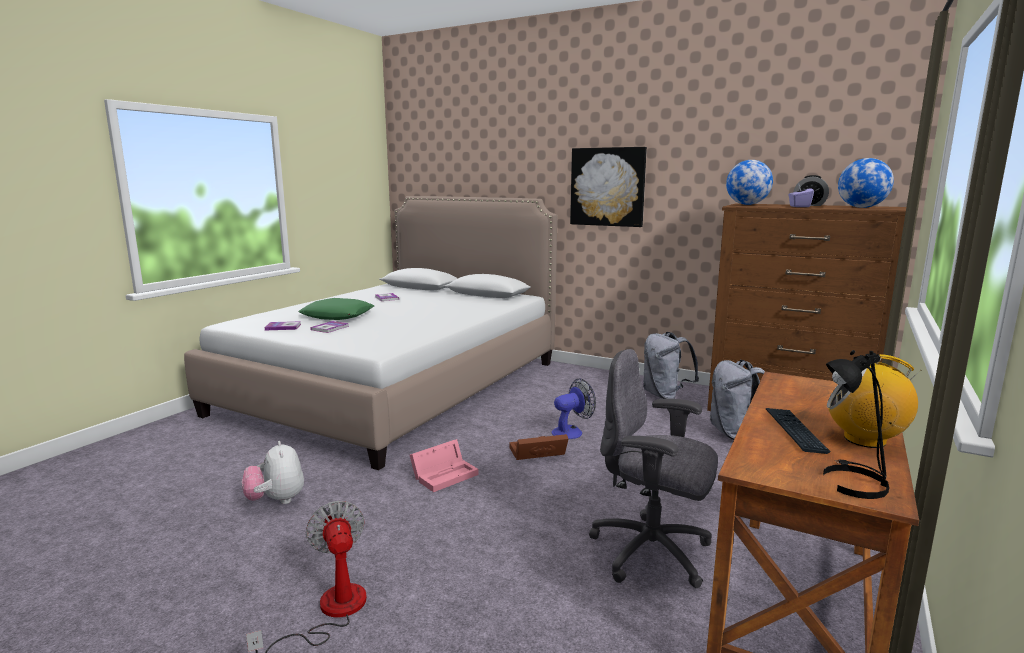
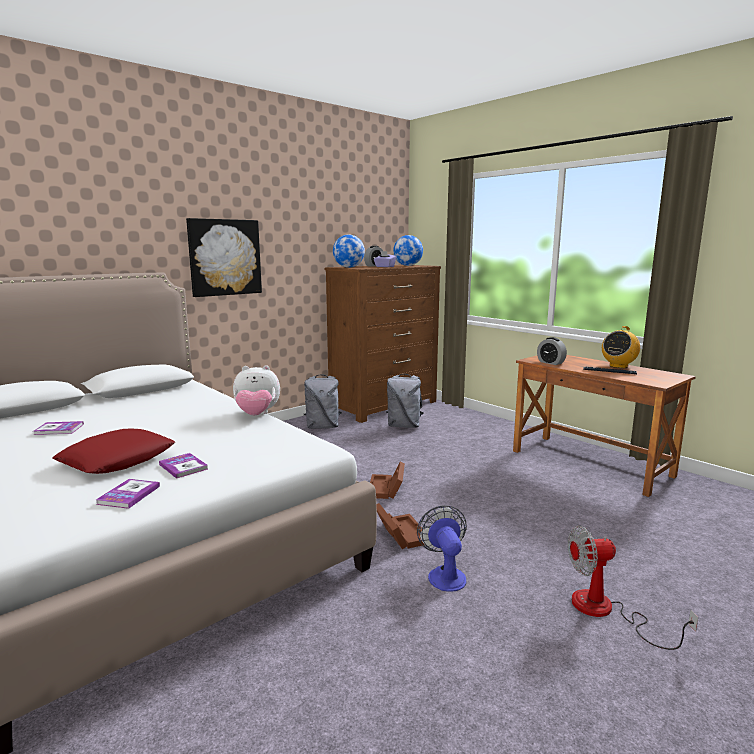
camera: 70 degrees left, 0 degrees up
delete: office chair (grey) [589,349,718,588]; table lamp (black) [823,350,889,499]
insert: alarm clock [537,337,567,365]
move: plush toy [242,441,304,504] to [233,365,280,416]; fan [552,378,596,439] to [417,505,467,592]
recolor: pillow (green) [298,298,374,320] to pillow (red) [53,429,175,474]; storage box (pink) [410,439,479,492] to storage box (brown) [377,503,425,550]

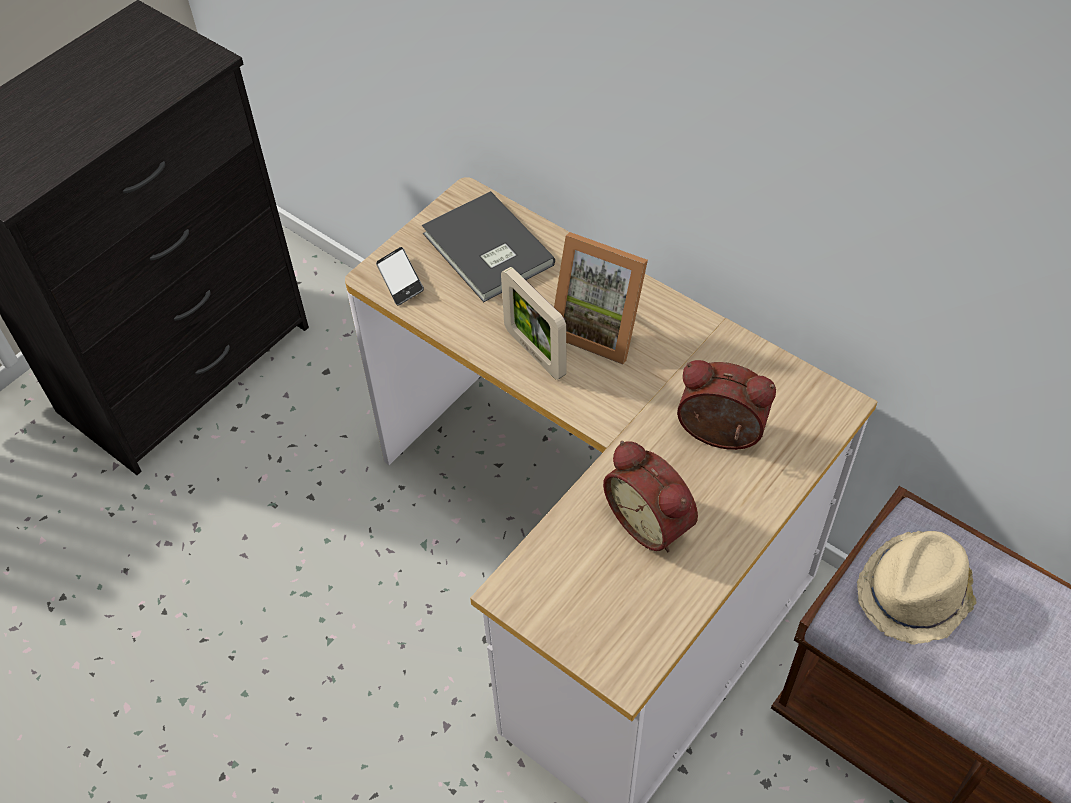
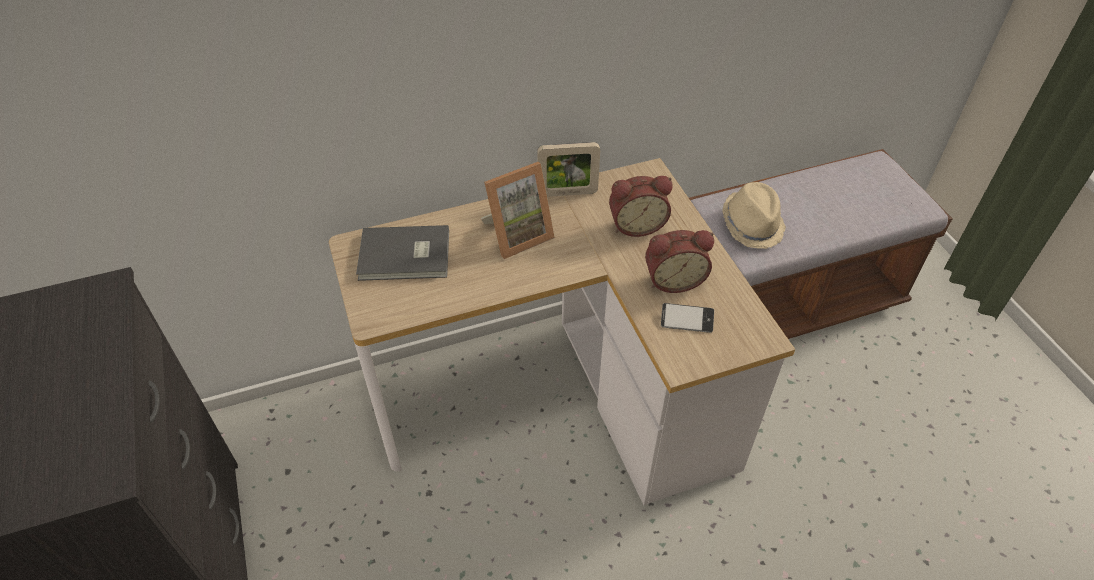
camera: 60 degrees left, 5 degrees down
move: picture frame [501,267,566,380] to [537,142,600,197]; phone [376,247,424,305] to [661,303,714,333]
rotate: alarm clock [677,360,776,450] = [609,176,673,237] 150 degrees counterclockwise

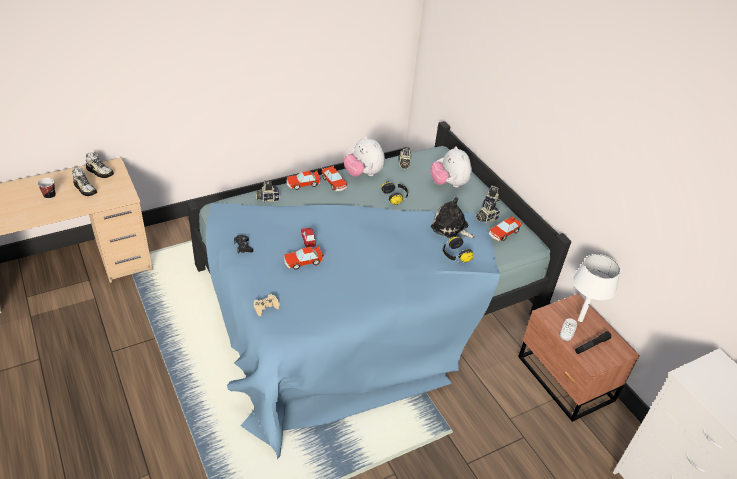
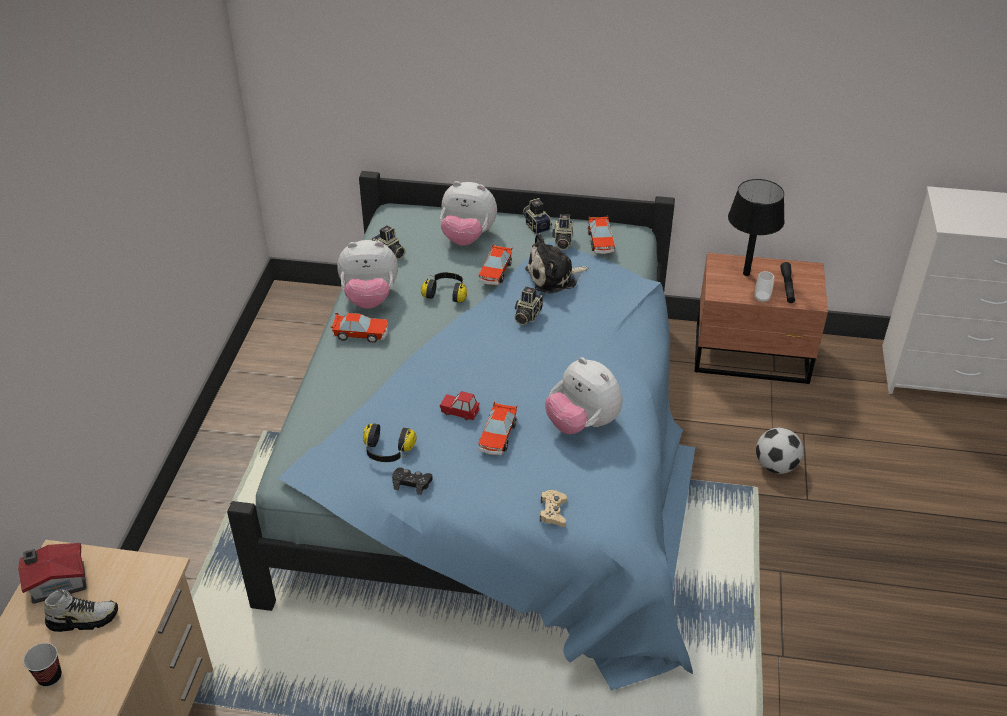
camera: 50 degrees left, 0 degrees up
insert: plush toy [545,357,622,434]; football [756,428,803,474]
move: headphones [443,236,474,263] to [363,424,417,462]; toy car [287,170,321,190] to [479,244,512,285]; photo camera [256,180,279,202] to [514,286,543,325]
replace: shoe [86,152,114,178] to toy house [18,543,87,604]
recolor: table lamp (white) [573,254,620,322] to table lamp (black) [728,179,785,276]

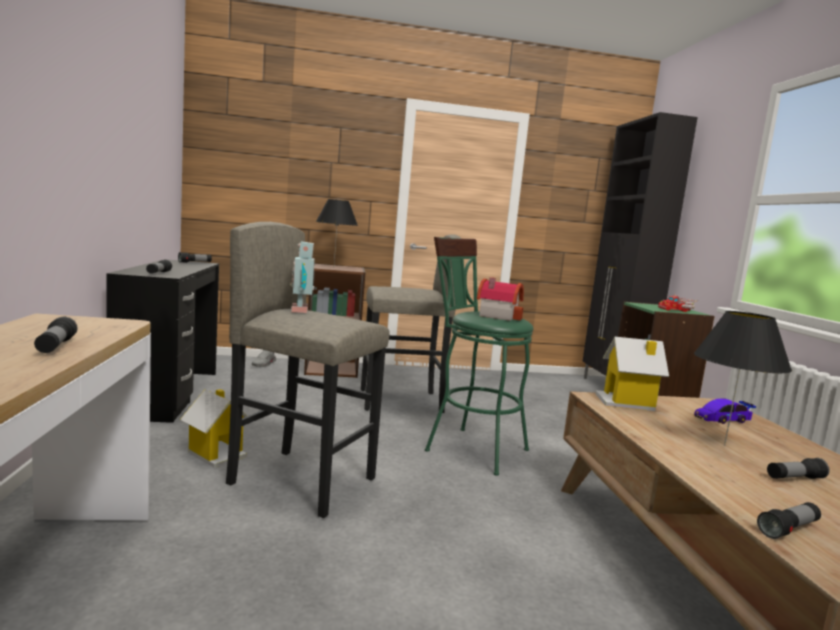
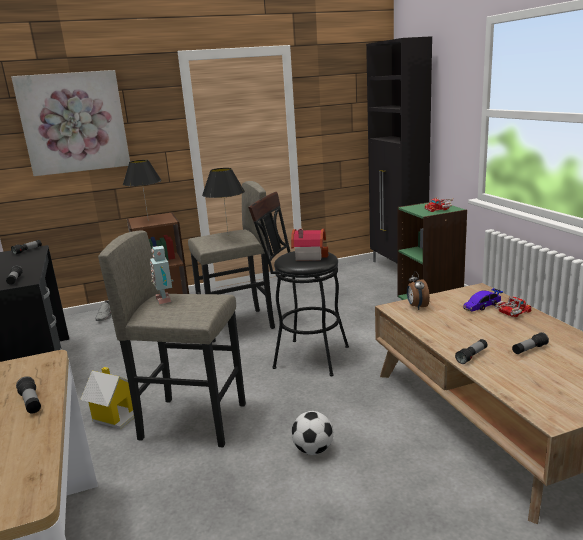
camera: 10 degrees left, 10 degrees up
insert: picture [11,70,130,176]; football [291,411,333,455]; toy truck [494,296,531,317]
move: table lamp (black) [694,311,792,446] to [202,168,245,232]; flashlight [757,502,821,539] to [455,339,488,364]
replace: toy house [595,337,669,411] to alarm clock [407,271,430,310]
recolor: stool (green) [425,237,533,476] to stool (black) [248,192,349,376]

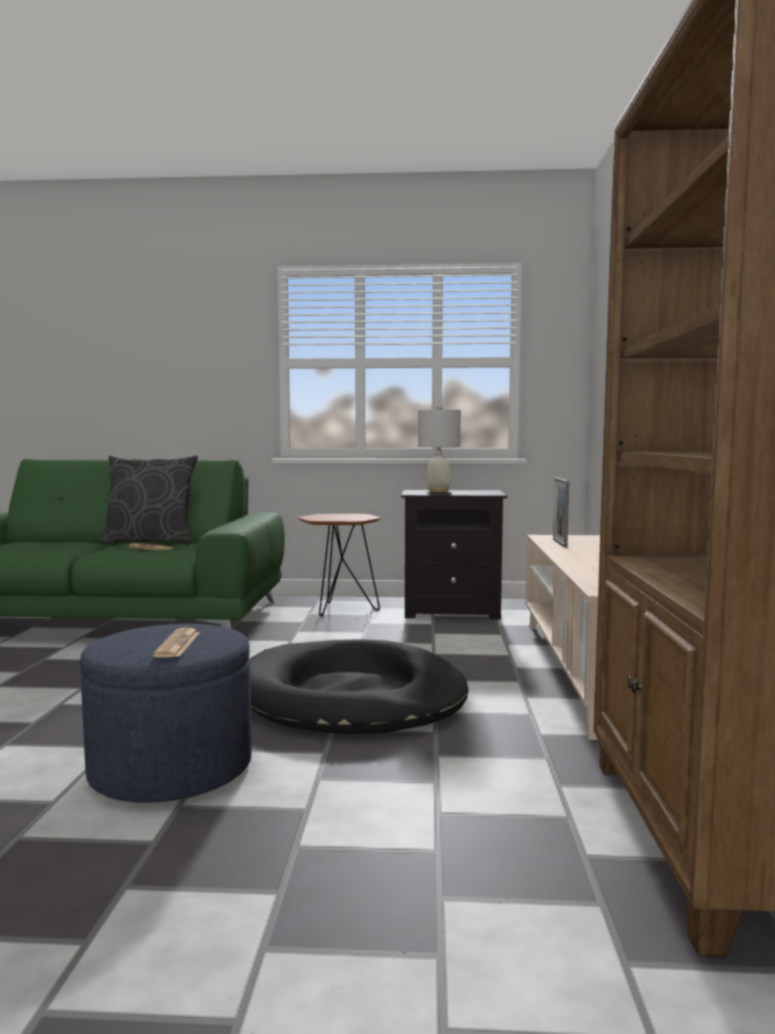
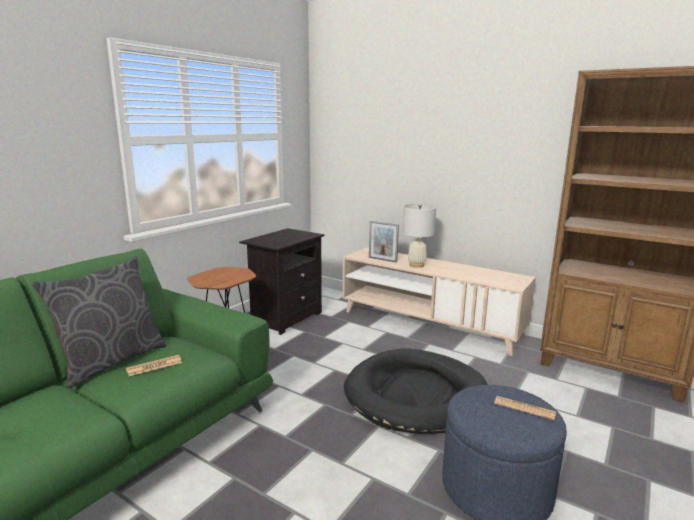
camera: 60 degrees left, 10 degrees up
move: table lamp (white) [418,406,461,492] to [403,204,436,268]

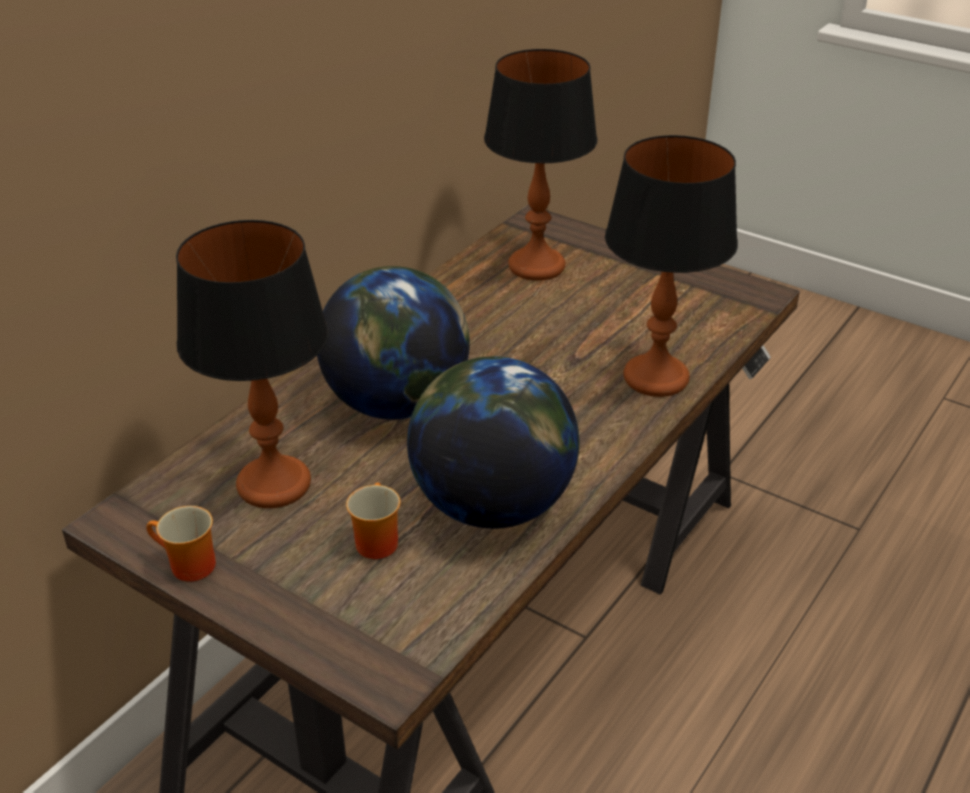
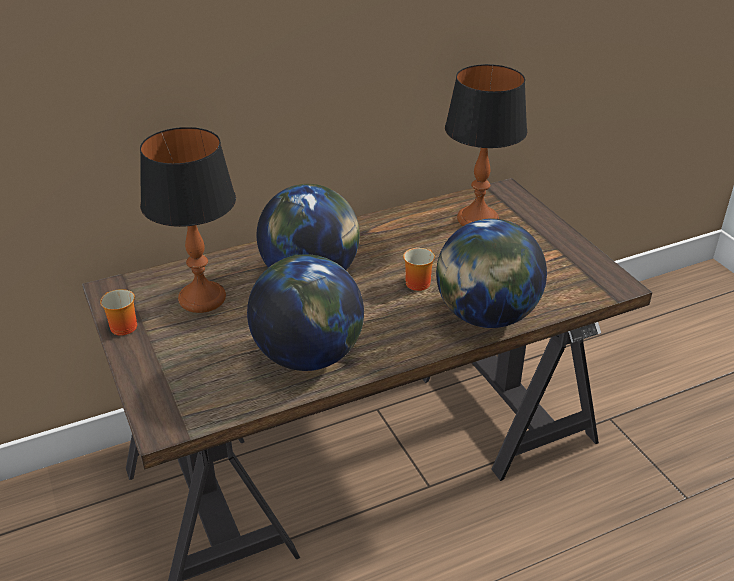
camera: 30 degrees right, 0 degrees up
move: mug [346,483,400,559] to [403,248,435,291]
replace: table lamp [605,135,738,397] to globe [436,219,547,328]

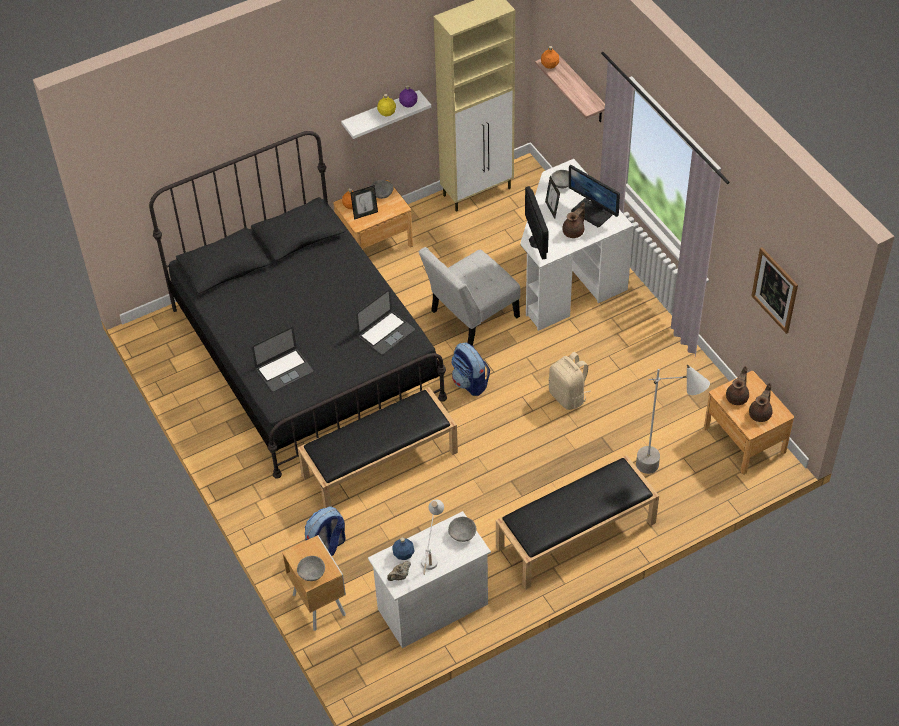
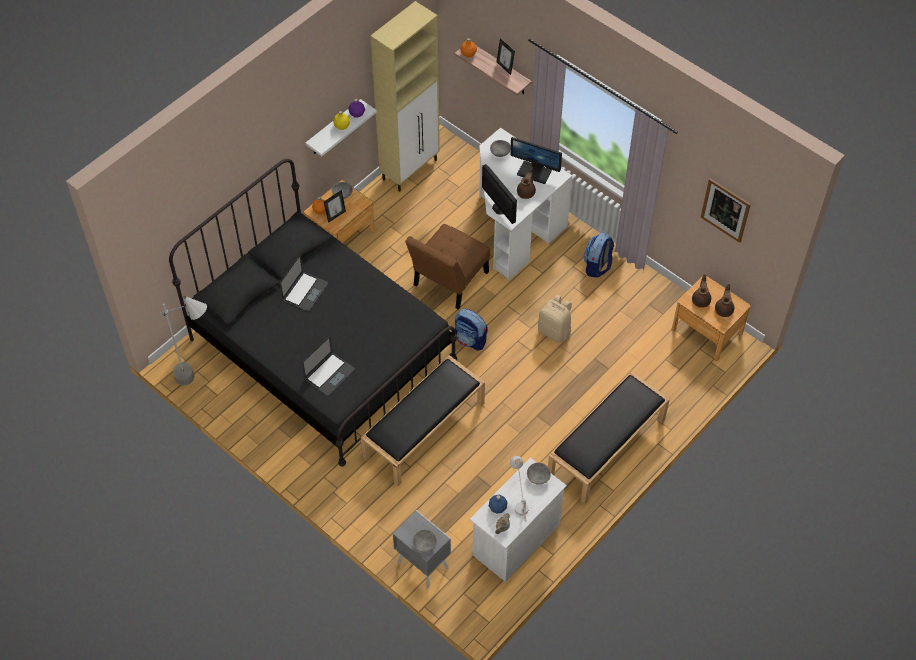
camera: 20 degrees left, 5 degrees up
move: floor lamp (grey) [636,364,710,474] to [160,296,207,385]; laptop [356,289,415,354] to [280,255,328,311]; picture frame [545,176,560,219] to [496,38,515,75]; backpack [305,506,346,556] to [584,232,614,278]
recolor: nightstand (brown) [282,535,346,631] to nightstand (grey) [393,510,451,588]; chair (white) [419,247,521,346] to chair (brown) [405,224,490,310]

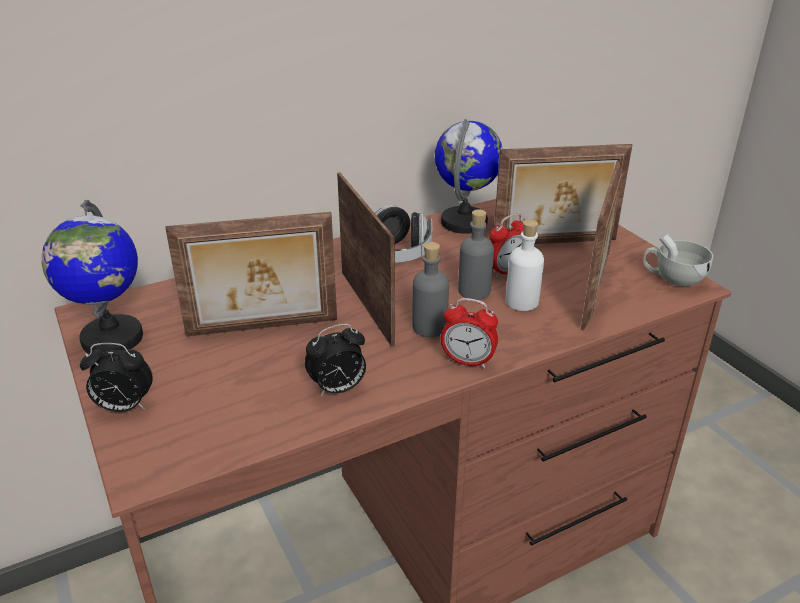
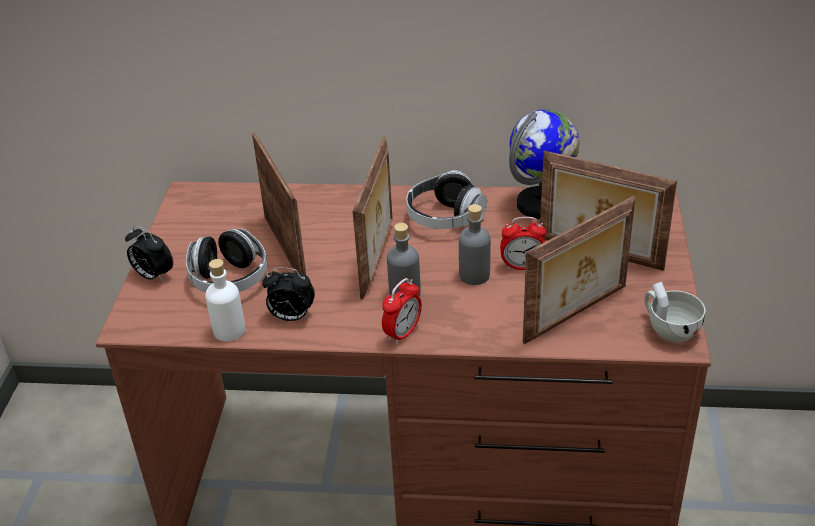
camera: 35 degrees right, 5 degrees up
delete: globe [41,200,143,353]
insert: headphones [186,228,267,292]
move: bottle (white) [505,219,544,311] to [205,259,245,342]
rotate: picture frame [165,212,337,337] = [252,133,306,275] 135 degrees counterclockwise; alarm clock [441,298,498,368] = [382,278,422,345] 105 degrees counterclockwise

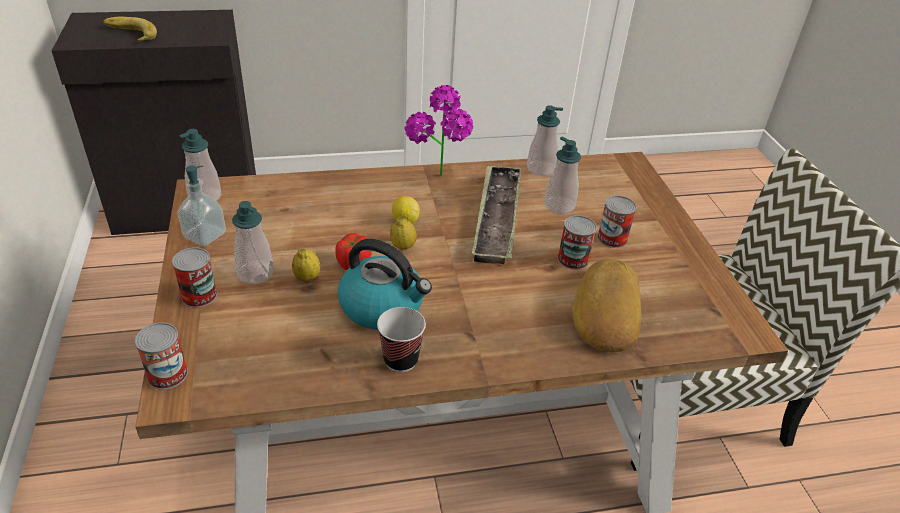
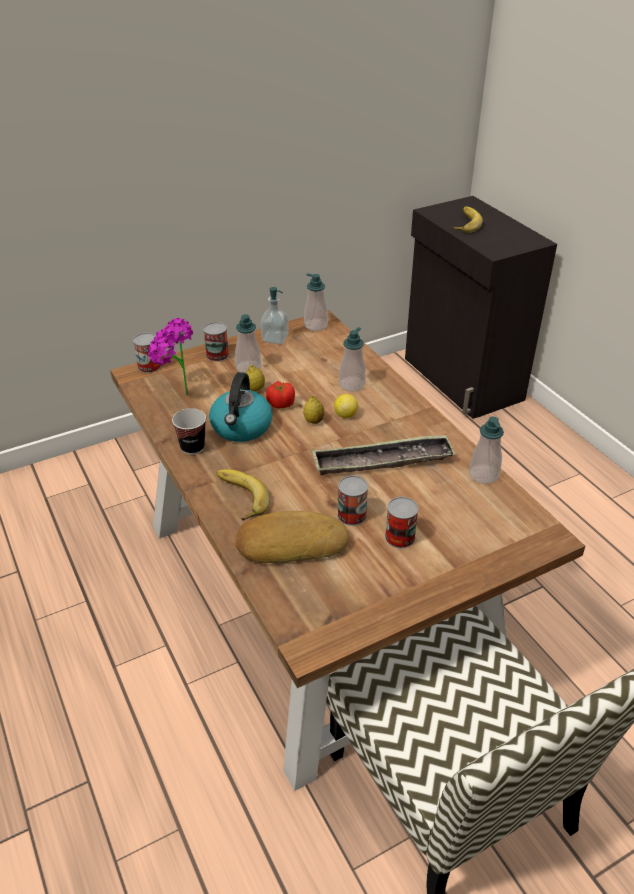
camera: 75 degrees right, 0 degrees up
insert: banana [217,469,270,520]
move: potted plant [405,85,473,176] to [148,318,193,395]; soap dispenser [544,136,581,214] to [339,327,366,392]

